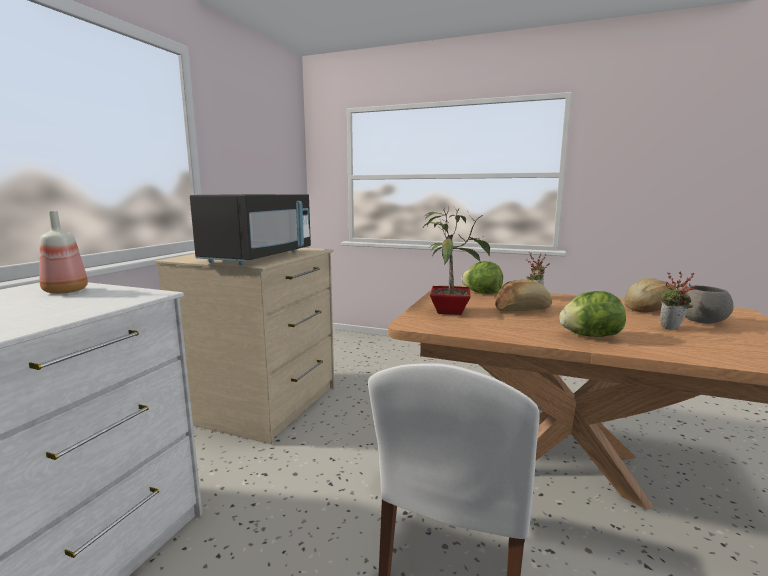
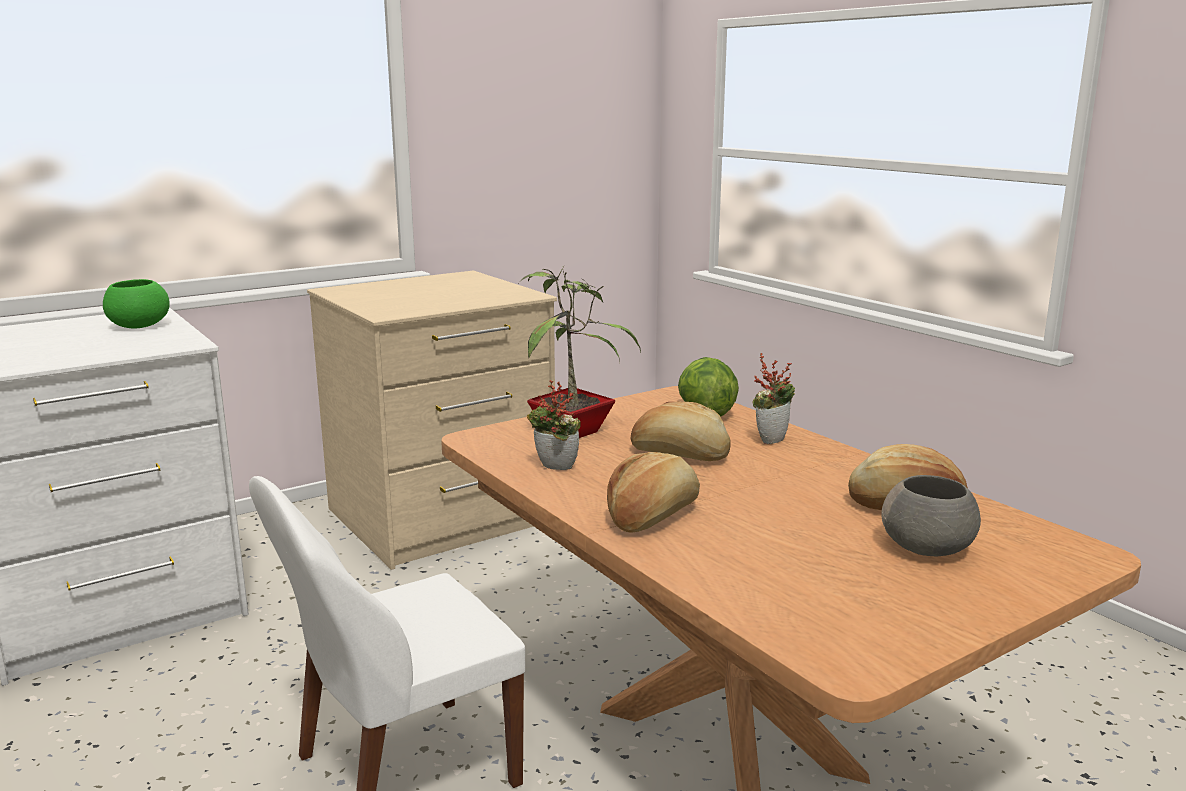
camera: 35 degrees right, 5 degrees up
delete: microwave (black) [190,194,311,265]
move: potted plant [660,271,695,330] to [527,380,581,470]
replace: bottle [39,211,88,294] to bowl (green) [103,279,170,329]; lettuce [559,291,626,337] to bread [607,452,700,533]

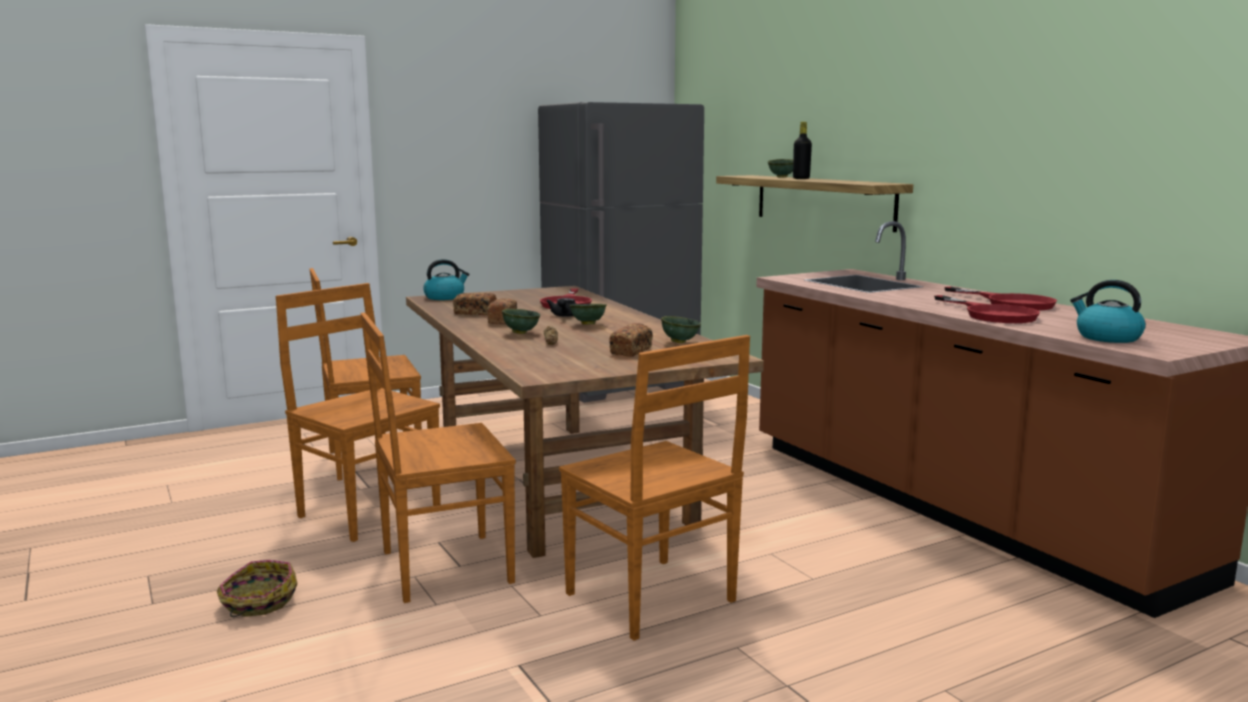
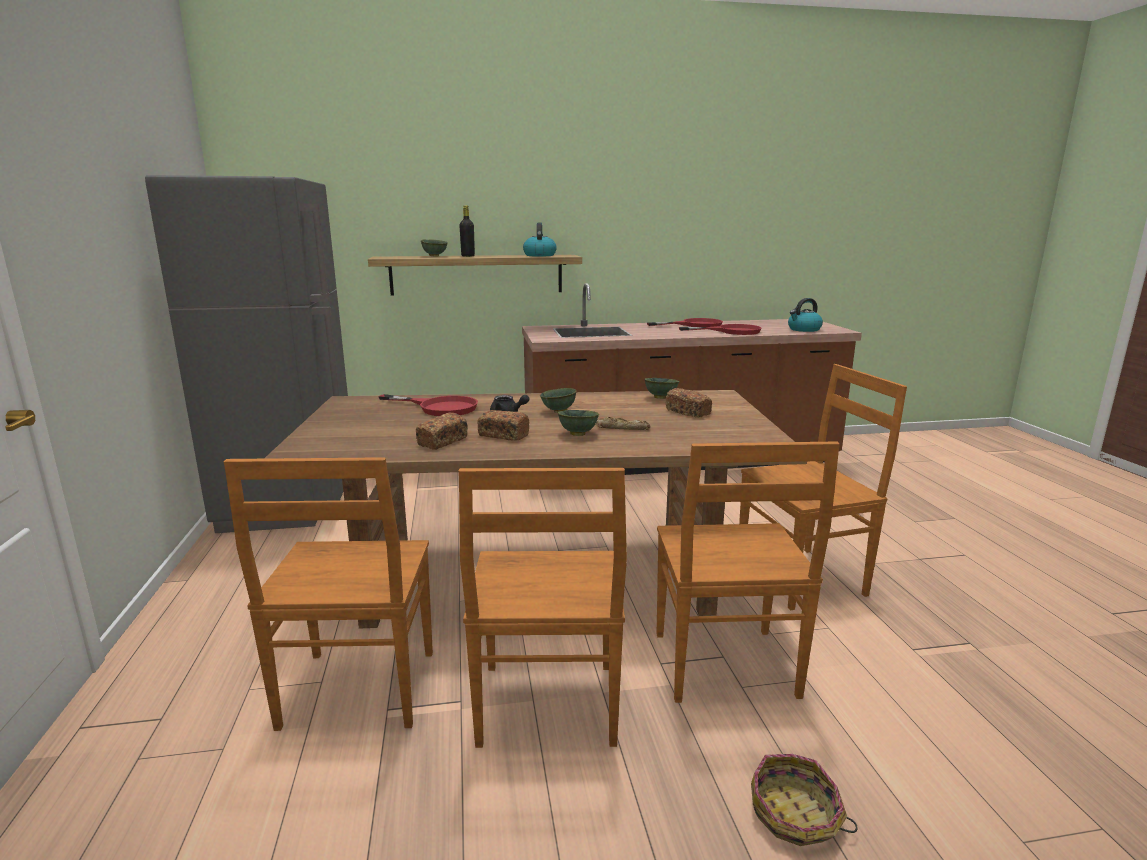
camera: 70 degrees left, 5 degrees up
move: kettle [423,259,469,300] to [523,223,557,257]
rotate: chair (brown) [276,283,441,542] = [459,468,627,748] 60 degrees counterclockwise

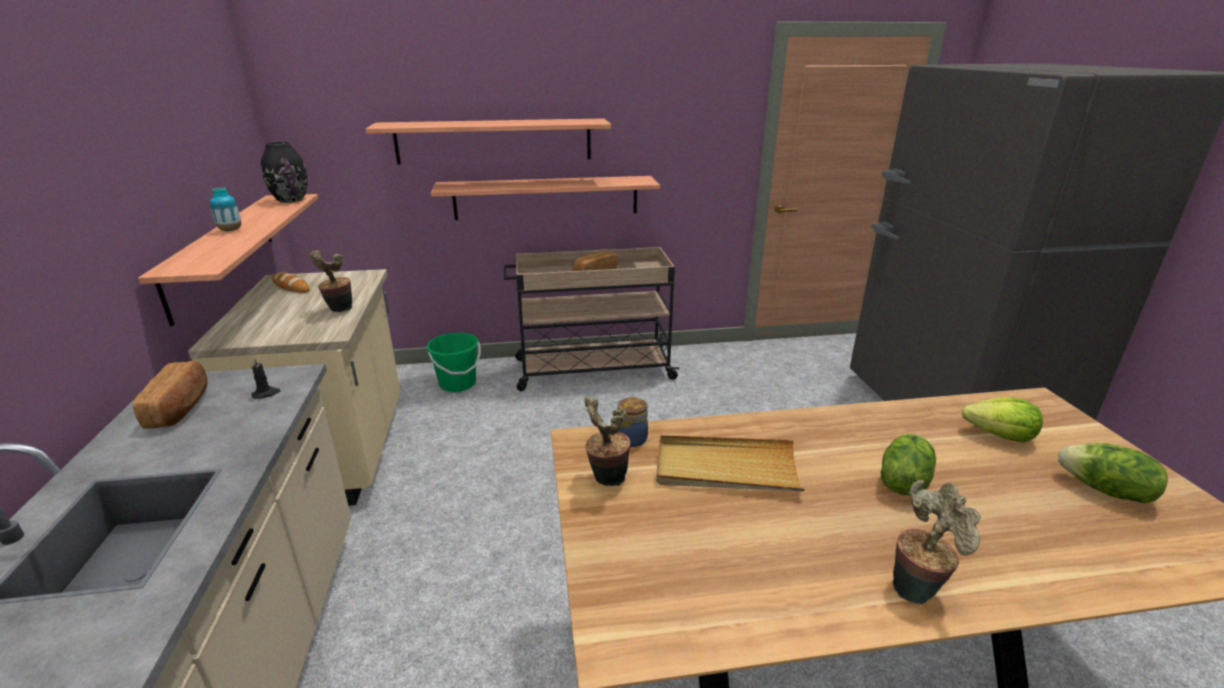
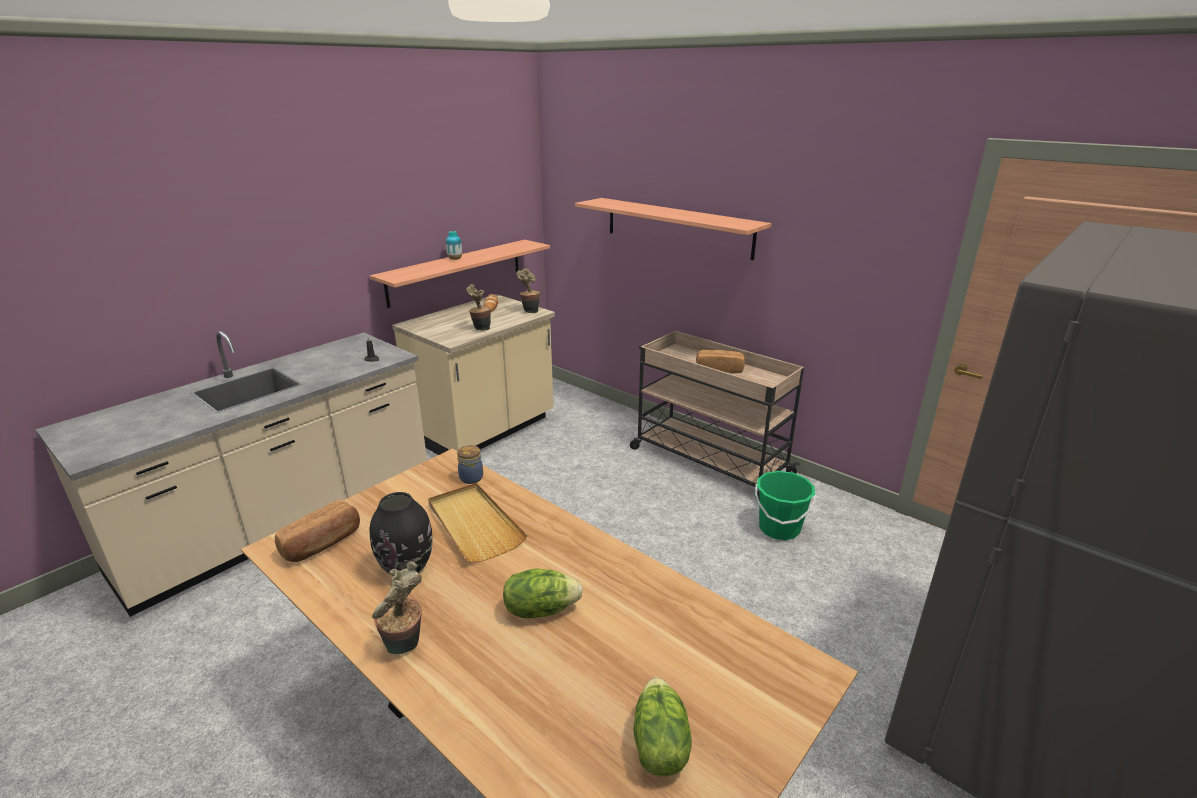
camera: 50 degrees right, 0 degrees up
delete: shelf [431,176,660,220]; lettuce [962,397,1043,443]
move: bread [133,361,208,429] to [275,500,360,562]; vase (black) [261,142,308,203] to [369,492,433,577]; potted plant [584,397,630,486] to [516,269,540,313]; bucket (green) [426,333,481,392] to [755,471,816,540]

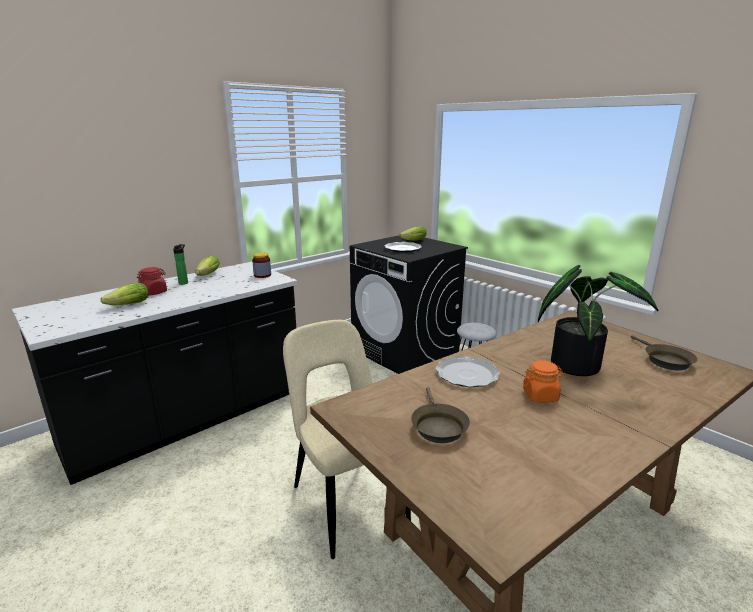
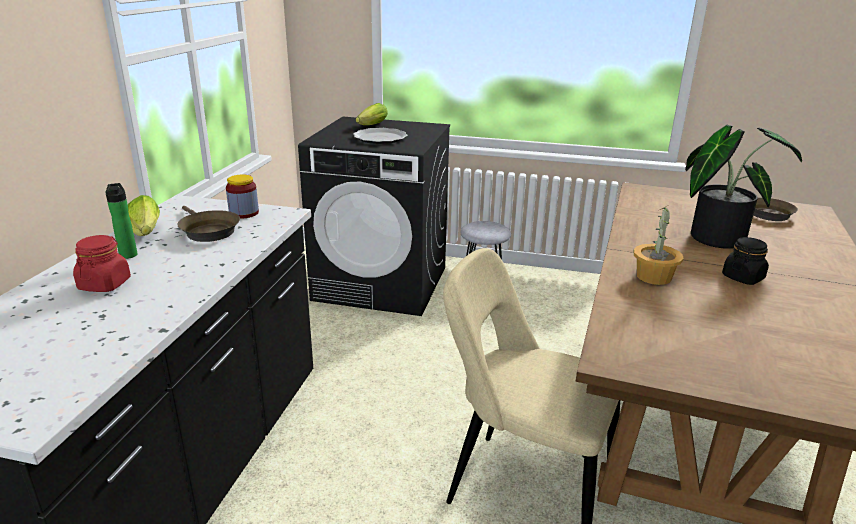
camera: 35 degrees left, 5 degrees up
delete: lettuce [100,282,149,305]
move: frying pan (brown) [411,387,470,443] to [178,206,240,242]
replace: plate [435,356,500,387] to potted plant [633,206,684,285]
recolor: jar (orange) [523,360,564,402] to jar (black) [722,237,769,285]

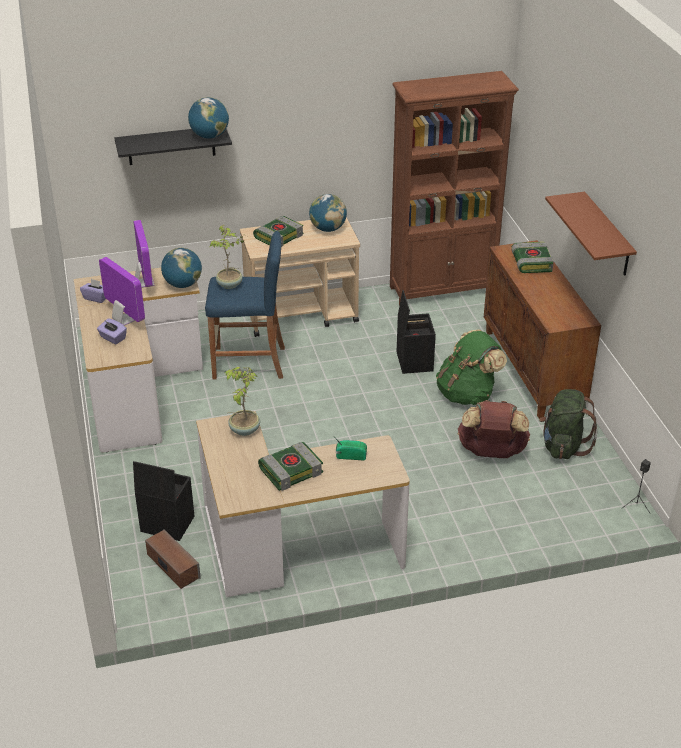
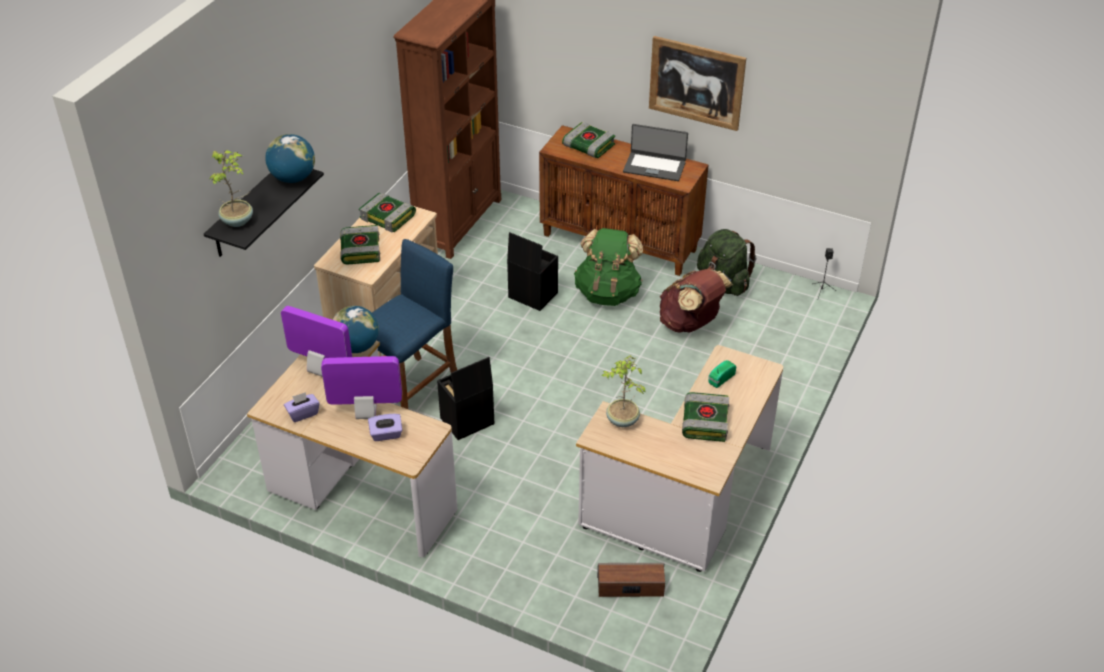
camera: 50 degrees left, 5 degrees up
insert: laptop [623,124,688,181]
move: potted plant [210,225,247,289] to [210,150,253,227]; storage box (black) [133,461,195,541] to [437,357,495,440]
replace: globe [309,194,347,232] to book [359,193,416,232]; shelf (brown) [545,192,637,276] to picture [649,36,746,131]

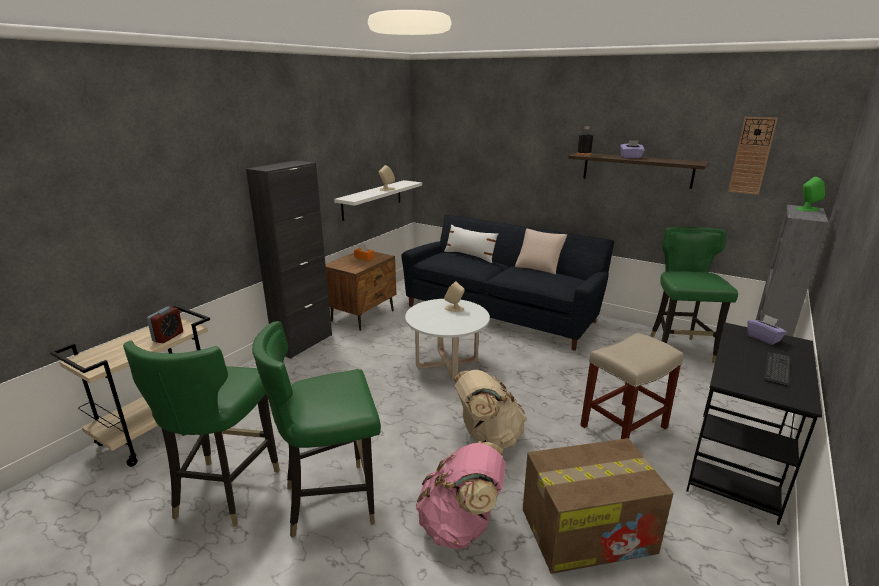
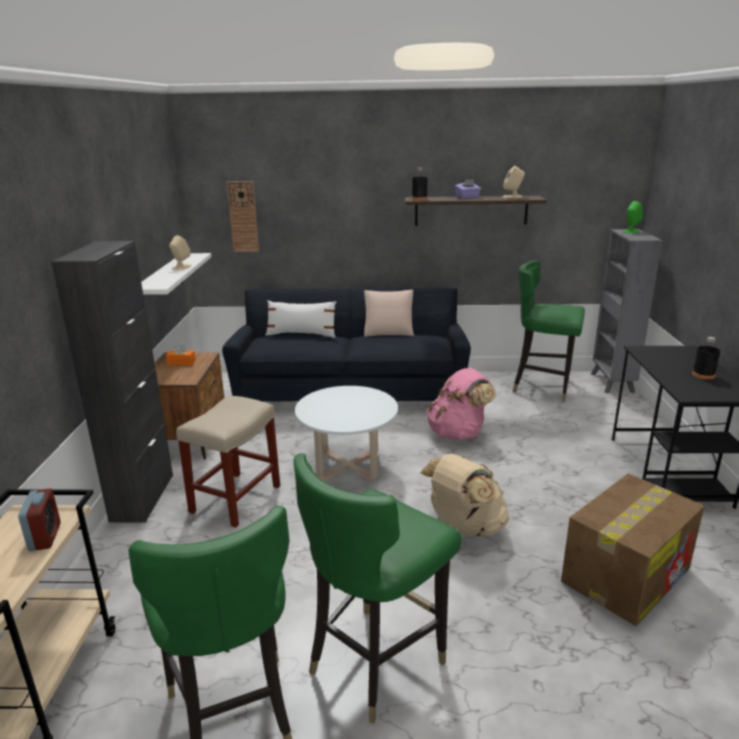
camera: 30 degrees left, 0 degrees up
delete: tissue box (purple) [747,315,787,345]
move: stool (beige) [580,333,684,439] to [176,396,280,528]; wall clock [728,117,778,195] to [227,181,259,252]; backpack (pink) [416,441,506,549] to [426,368,496,440]; speaker (beige) [444,281,465,312] to [503,166,525,198]
replace: keyboard [764,352,790,387] to bottle (black) [692,337,720,380]
rotate: chair (green) [650,227,738,363] = [512,261,585,402] 45 degrees counterclockwise

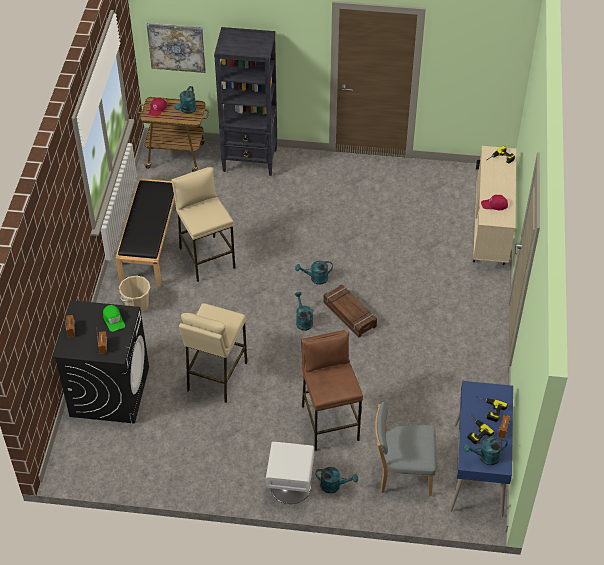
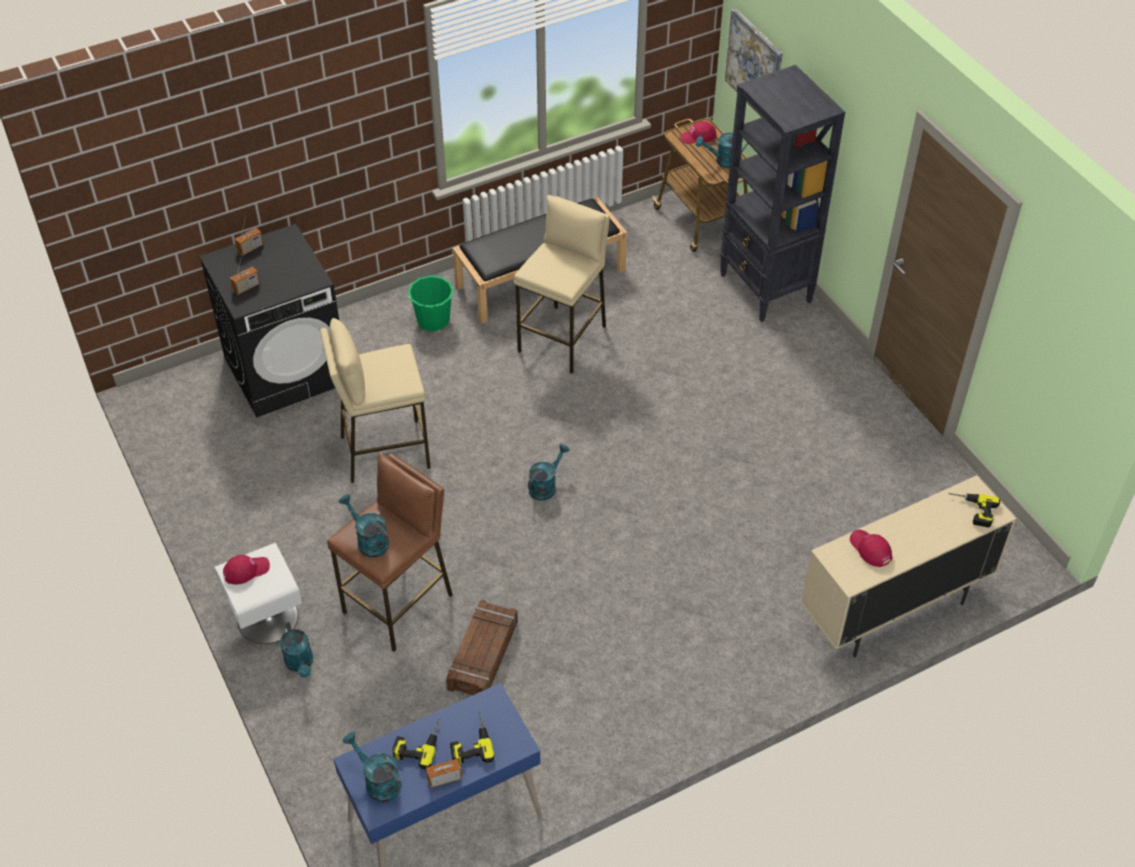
camera: 55 degrees right, 0 degrees up
delete: cap (green) [103,305,125,332]; chair (grey) [375,402,436,496]
insert: cap (red) [223,555,270,584]
move: watering can (turquoise) [295,261,333,285] to [339,494,389,558]; crate [323,285,377,338] to [446,600,518,695]
recolor: bucket (beige) [119,275,150,313] to bucket (green) [407,276,454,332]

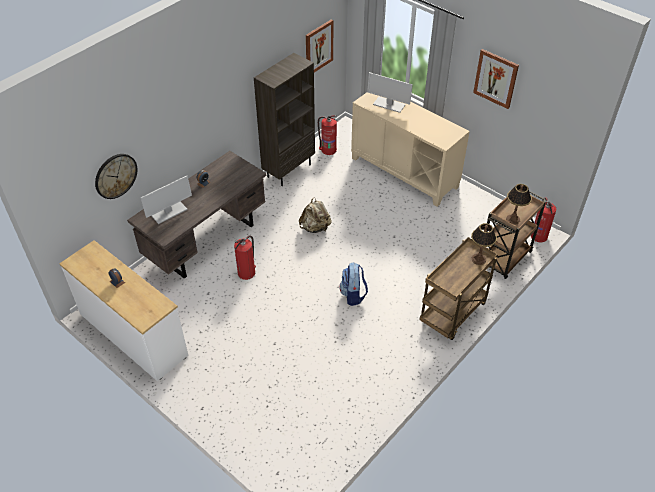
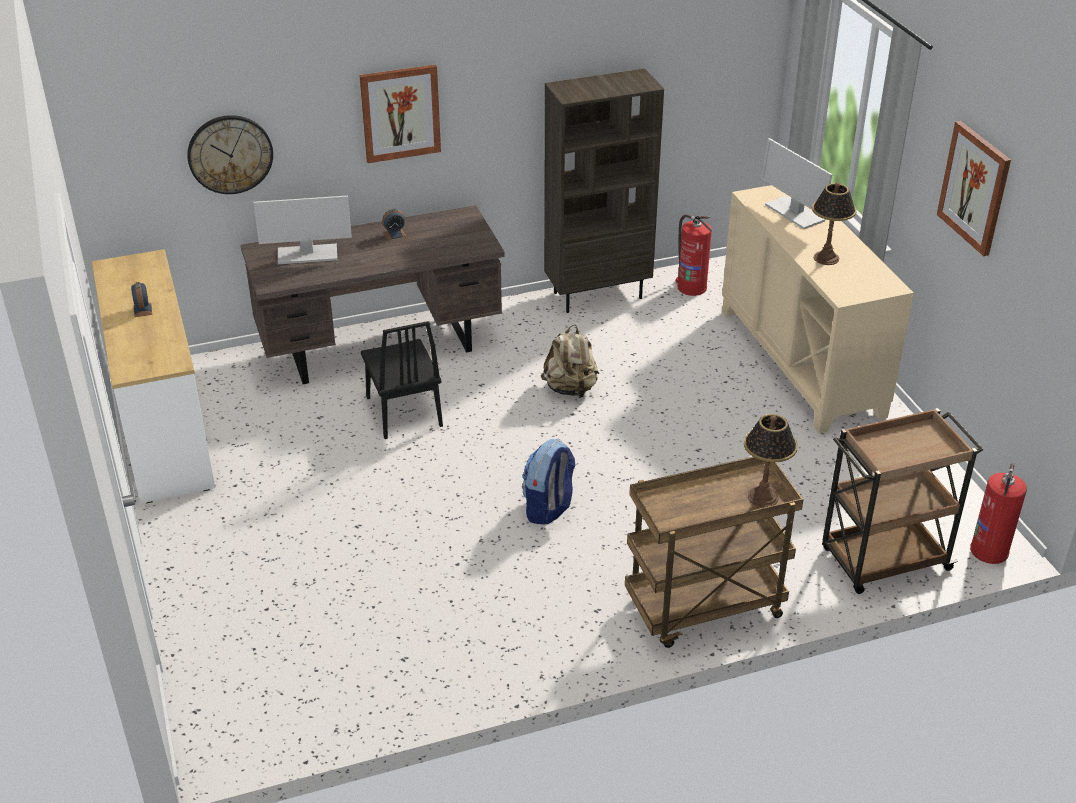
camera: 30 degrees right, 10 degrees down
move: picture [306,19,333,73] to [359,64,441,163]; table lamp [506,184,532,225] to [812,182,857,265]
replace: fire extinguisher [234,236,256,280] to chair (black) [361,321,443,439]

